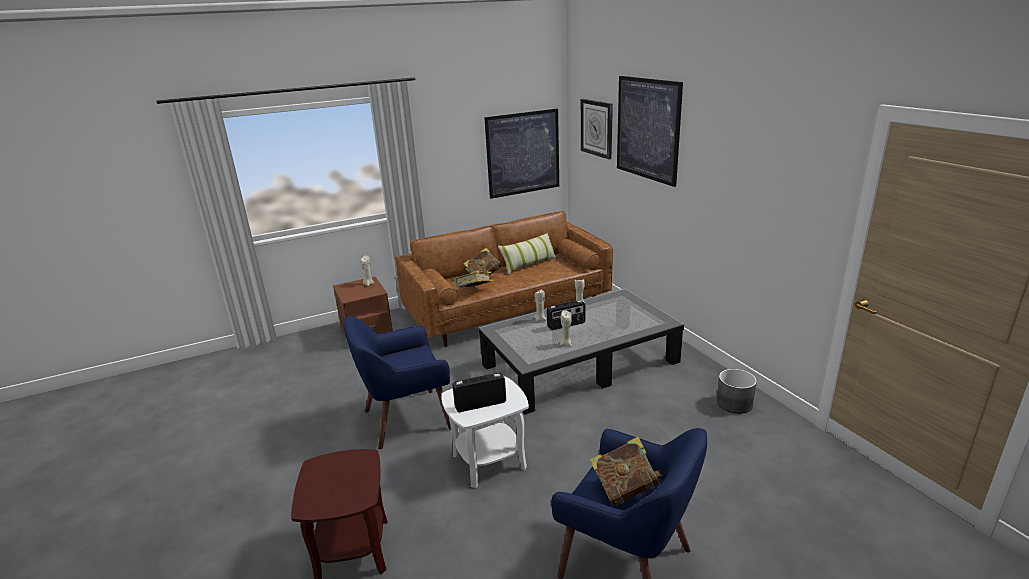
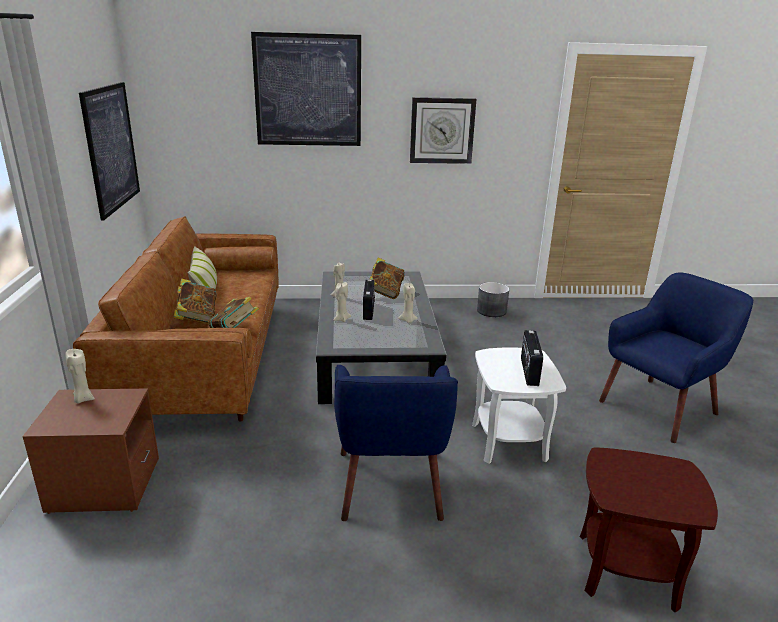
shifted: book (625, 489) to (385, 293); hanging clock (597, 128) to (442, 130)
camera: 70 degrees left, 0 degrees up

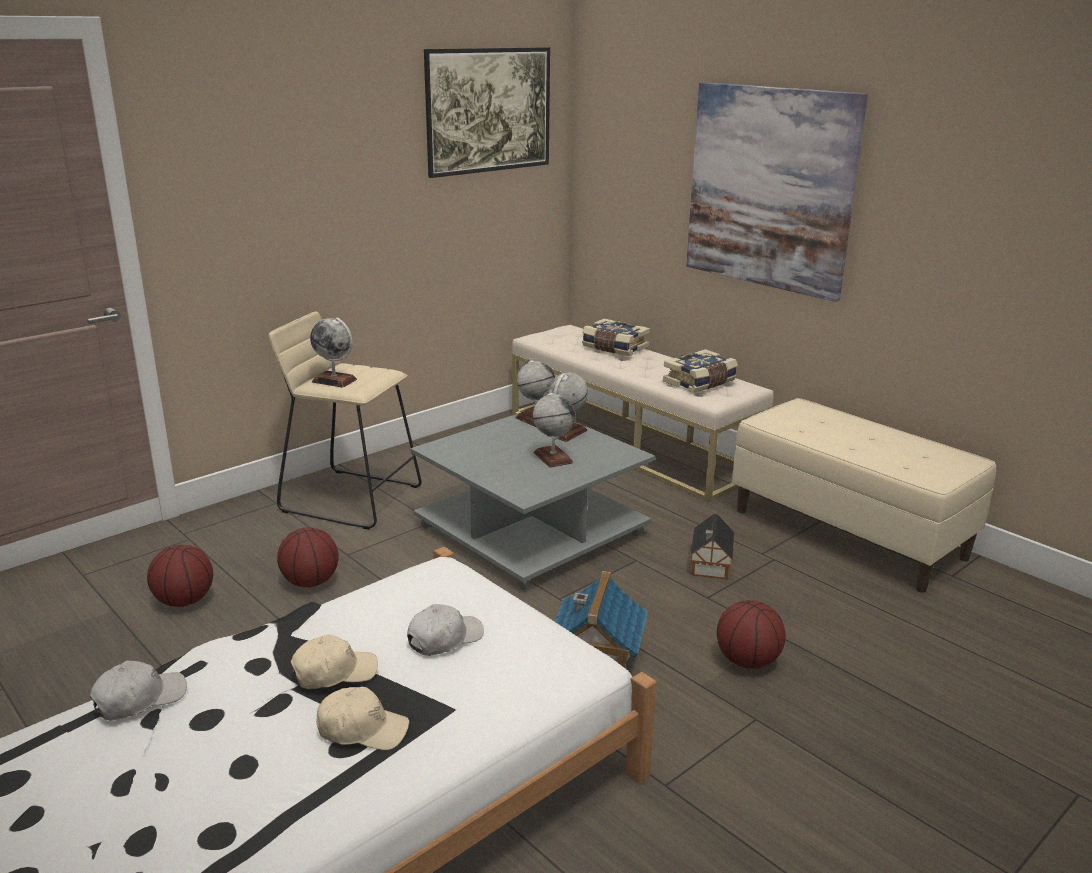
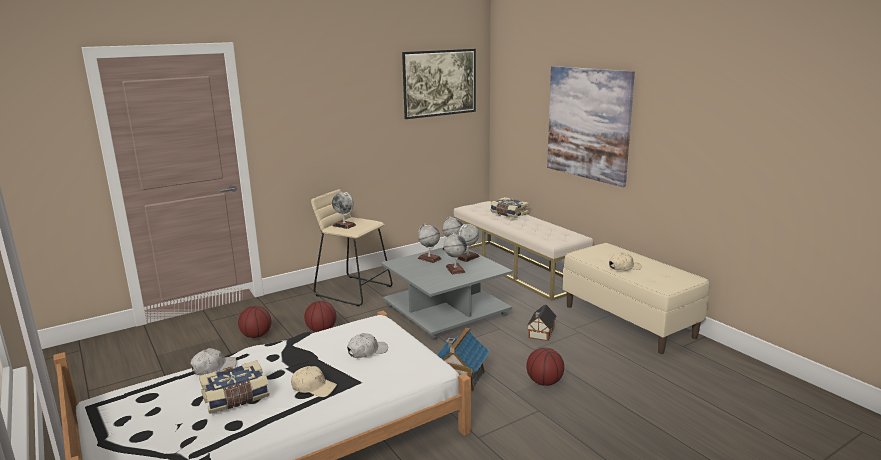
new: globe (429, 258)
shifted: book (700, 382) to (236, 397); peaked cap (beige-coloured) (334, 673) to (624, 267)
camera: 10 degrees right, 5 degrees down

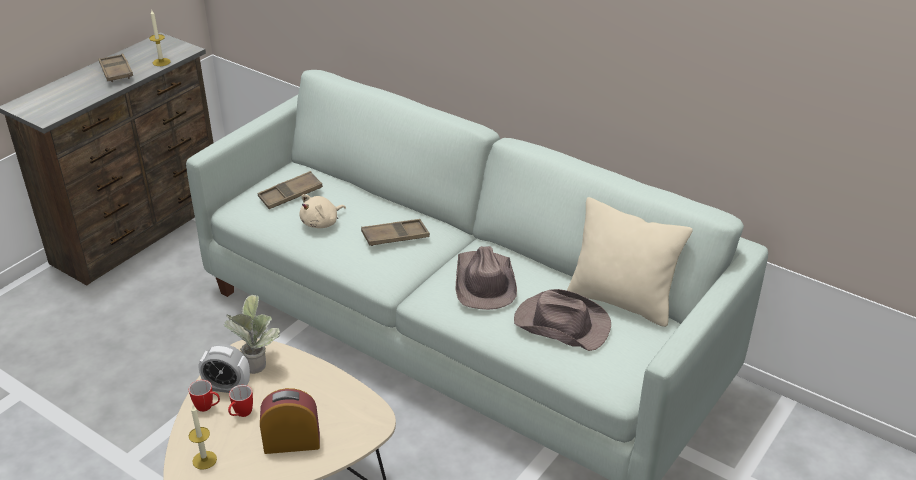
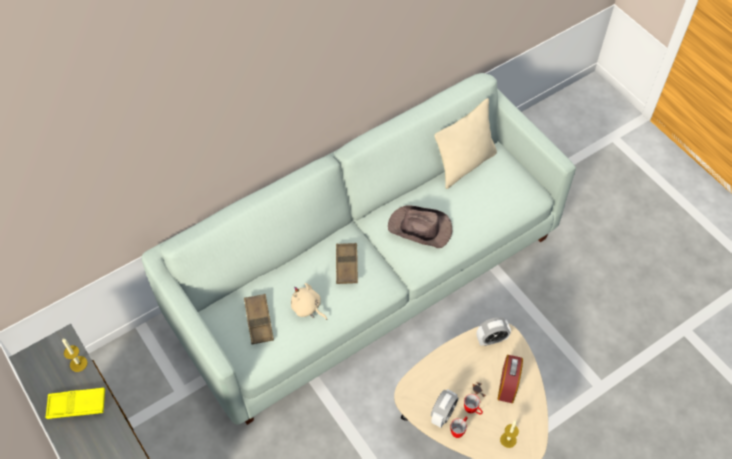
gone: plant in a pot (257, 361); hat (brown) (561, 324)
new: table clock (491, 339)
repainted: tray (brown) (116, 72) to tray (yellowish) (77, 405)
rotated: plush toy (beige-coloured) (322, 223) = (307, 308) 150 degrees clockwise
camera: 70 degrees left, 20 degrees up

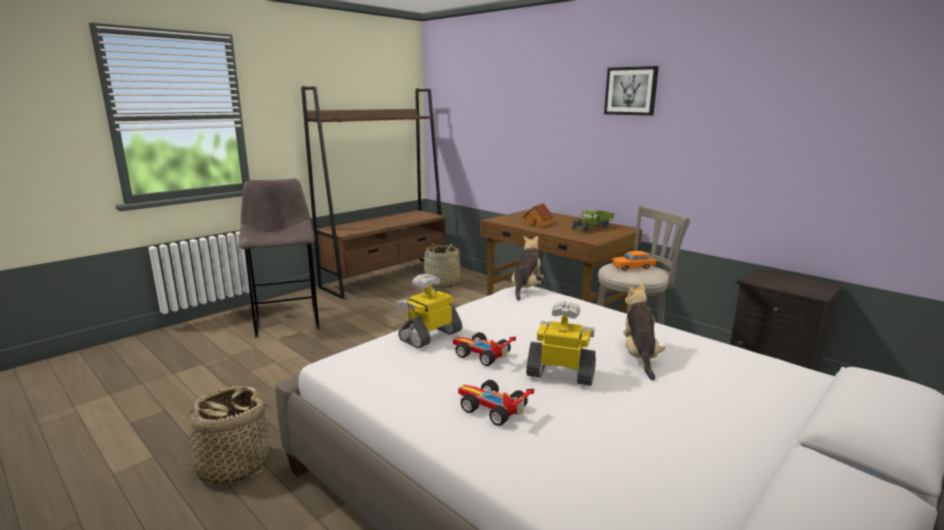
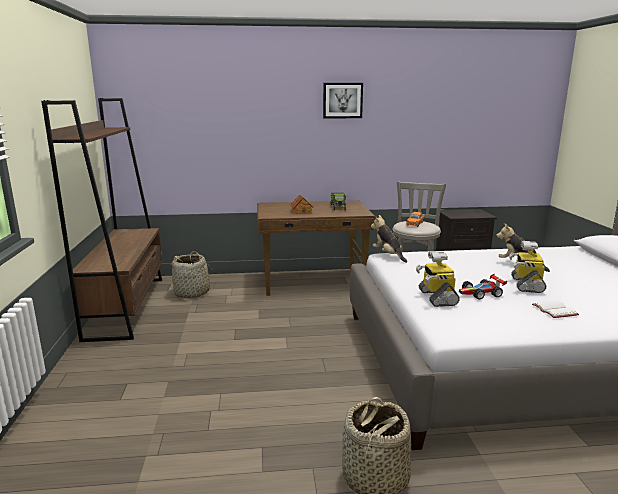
gone: sitting stool (greyish) (287, 321)
swapped: toy car (492, 409) to book (white-coloured) (555, 310)
rotated: toy robot (561, 373) = (526, 284) 45 degrees counterclockwise
camera: 50 degrees left, 0 degrees up

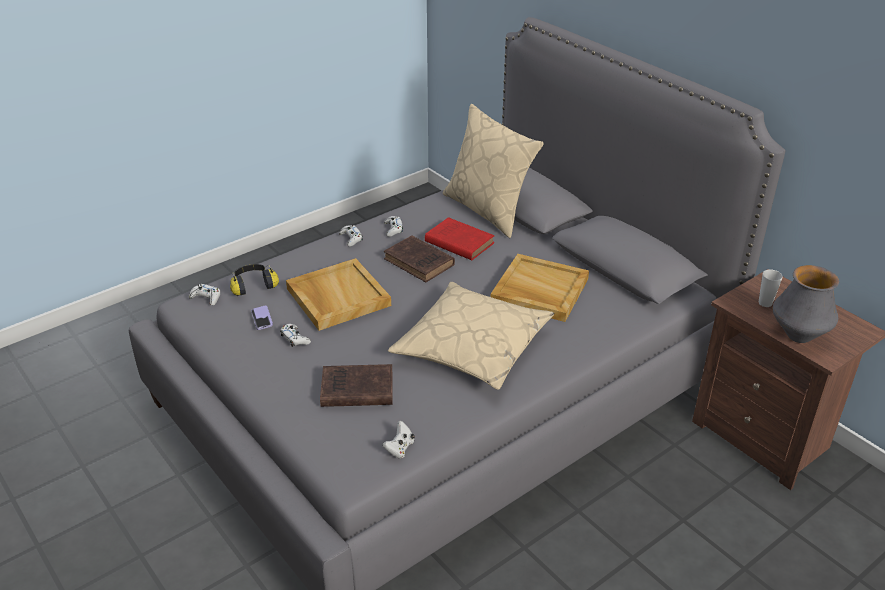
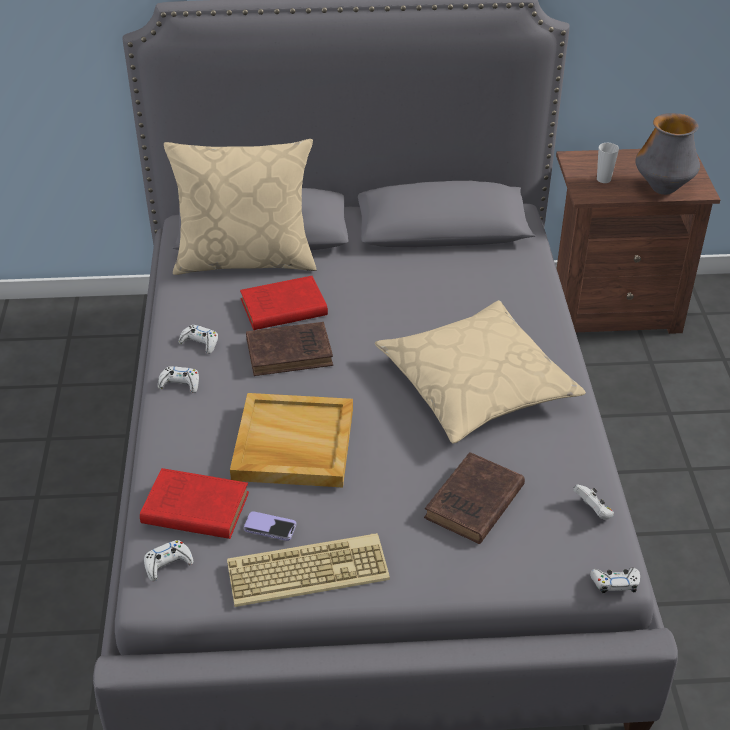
gone: tray (beige-coloured) (539, 291)
new: computer keyboard (309, 569)
shifted: game controller (white-coloured) (295, 339) to (615, 583)
swapped: headphones (253, 286) to book (reddish) (192, 508)
camera: 55 degrees left, 5 degrees up

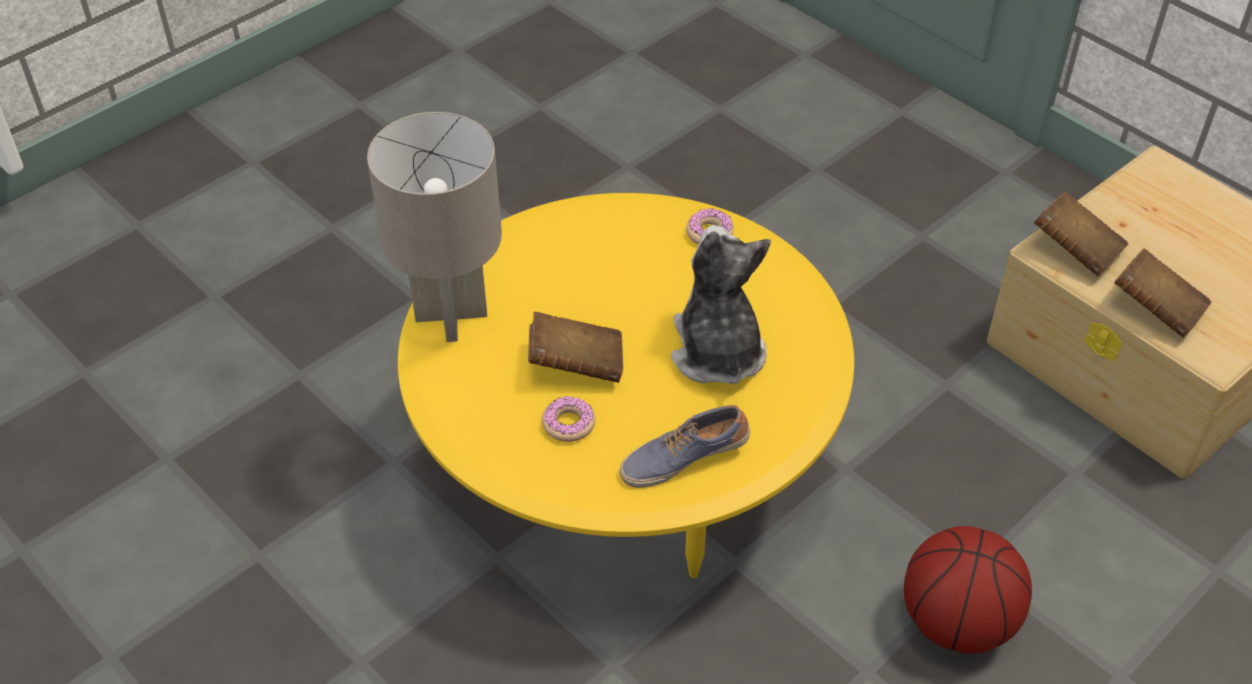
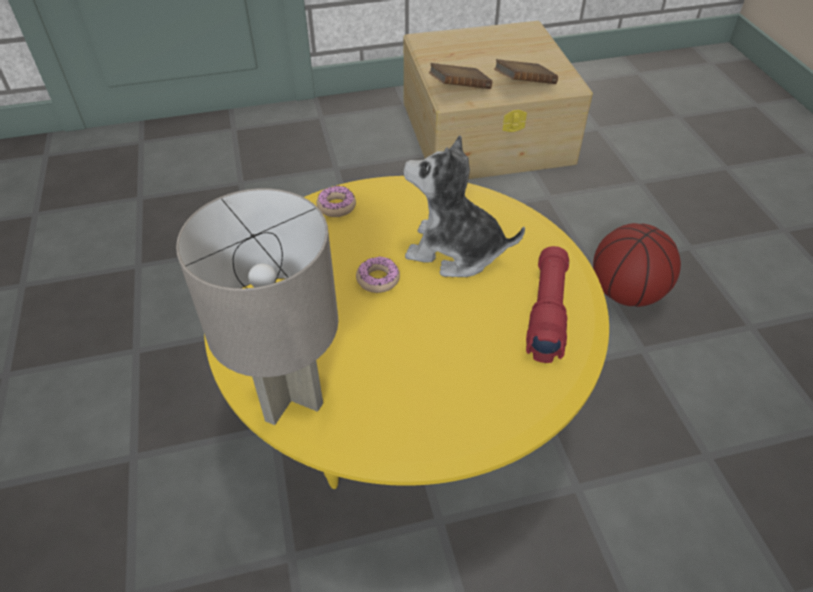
gone: book (brown) (576, 365)
shifted: donut (568, 424) to (378, 279)
swapped: item of footwear (683, 458) to hand torch (reddish) (547, 313)
camera: 60 degrees left, 0 degrees up

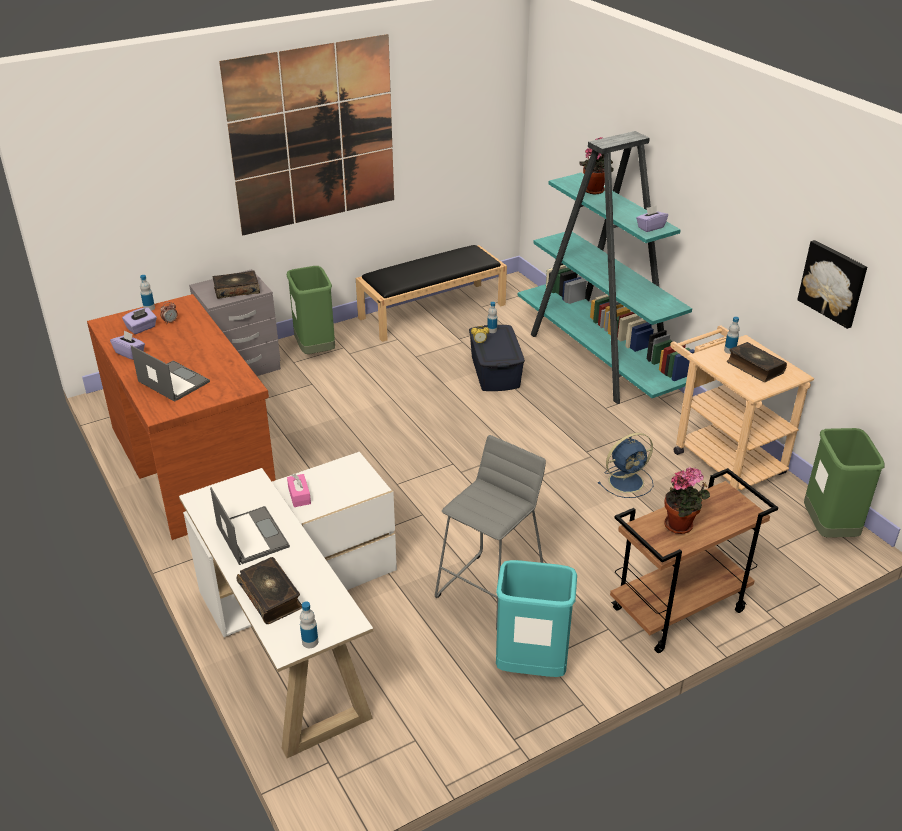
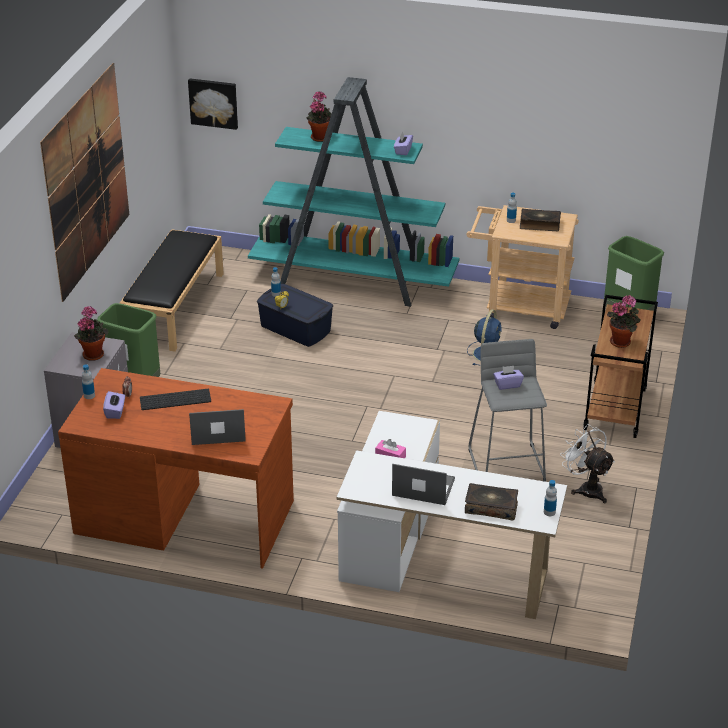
new: computer keyboard (176, 399)
shifted: picture (833, 283) to (214, 102); tissue box (purple-coloured) (130, 353) to (507, 384)
swapped: book (236, 290) to plant in a pot (93, 354); rubbish bin (turquoise) (531, 667) to fan (white-coloured) (586, 488)
camera: 45 degrees left, 0 degrees up

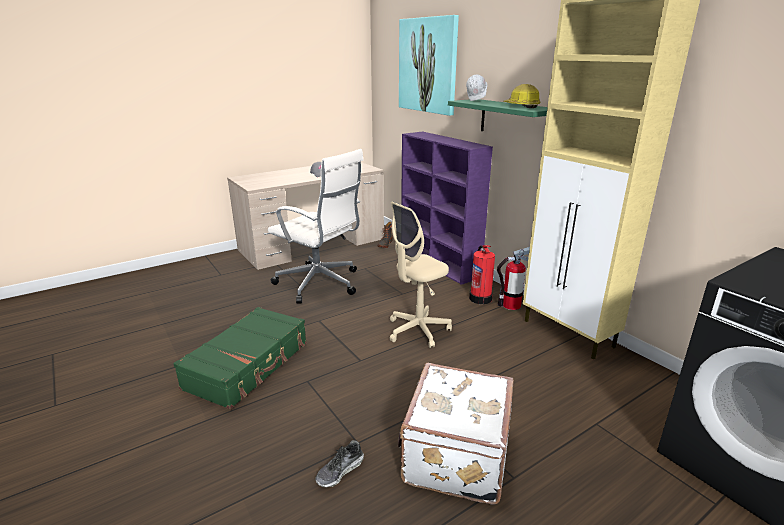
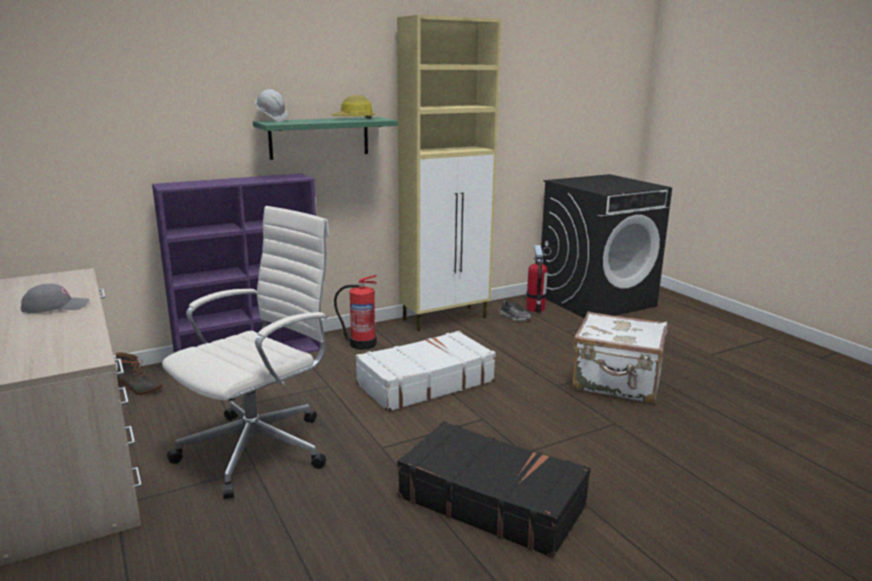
gone: picture (428, 65)
shifted: item of footwear (340, 471) to (515, 317); extinguisher (511, 305) to (535, 308)
swapped: desk chair (beige-coloured) (418, 330) to suitcase (white-coloured) (425, 383)
repainted: suitcase (green) (248, 365) to suitcase (blackish) (491, 501)
camera: 85 degrees left, 5 degrees down

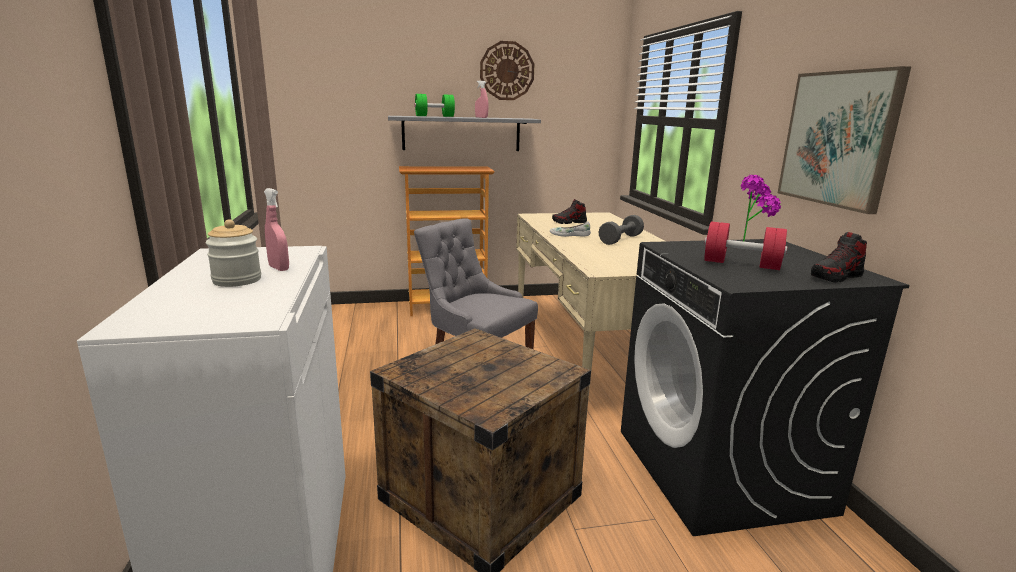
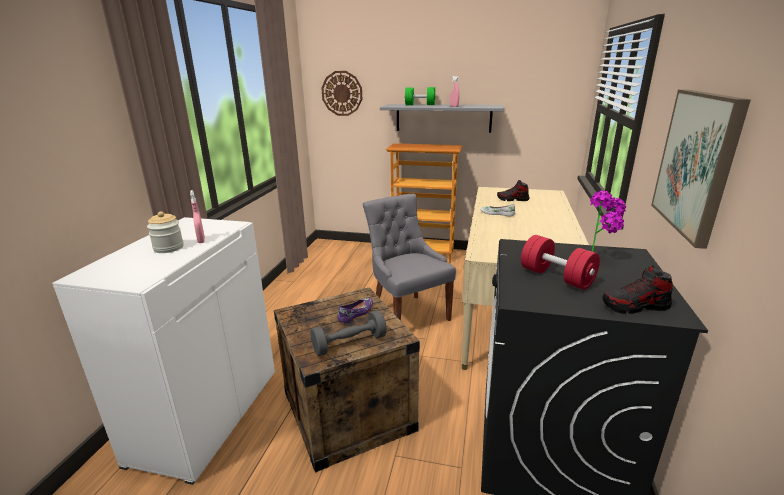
new: item of footwear (purple-coloured) (356, 313)
shifted: hand weight (greyish) (620, 240) to (349, 343); hanging clock (507, 71) to (342, 93)
camera: 25 degrees right, 5 degrees up

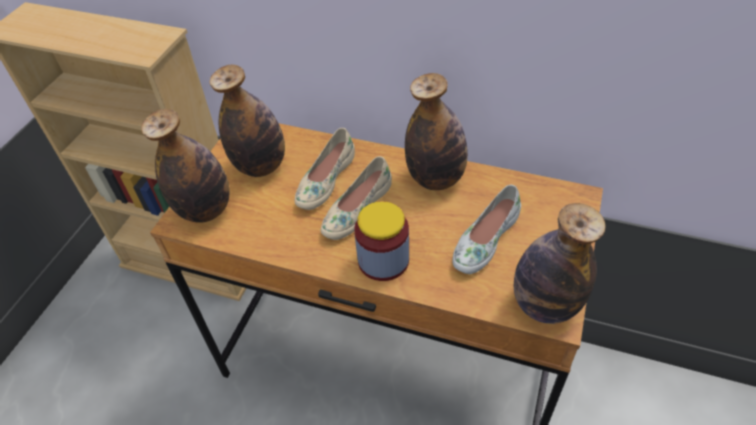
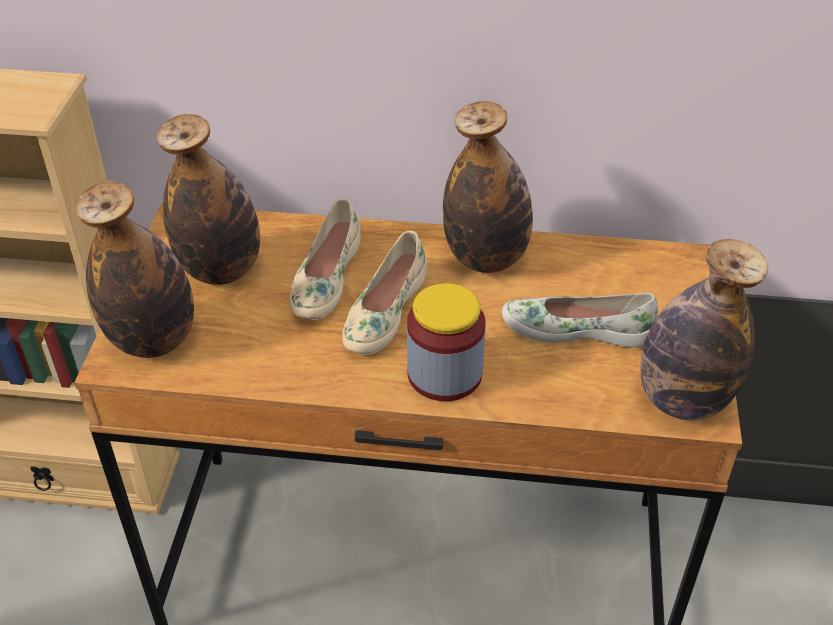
rotated: item of footwear (white-coloured) (484, 239) = (577, 328) 75 degrees clockwise
camera: 15 degrees left, 5 degrees down

